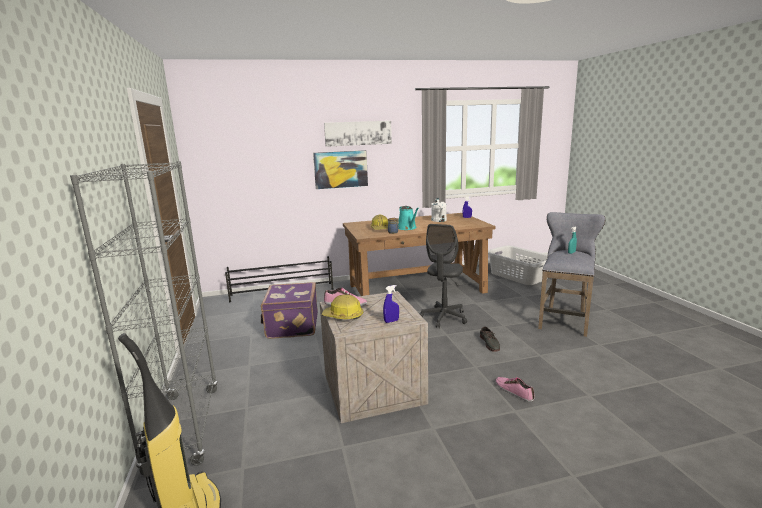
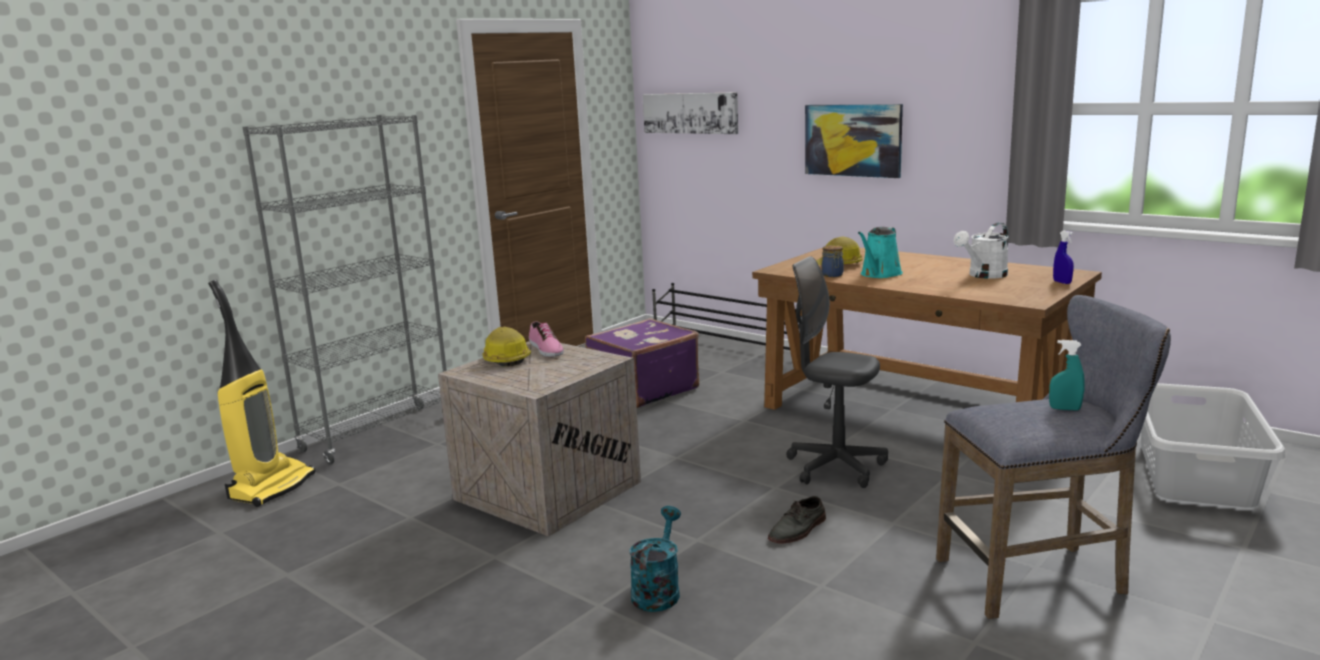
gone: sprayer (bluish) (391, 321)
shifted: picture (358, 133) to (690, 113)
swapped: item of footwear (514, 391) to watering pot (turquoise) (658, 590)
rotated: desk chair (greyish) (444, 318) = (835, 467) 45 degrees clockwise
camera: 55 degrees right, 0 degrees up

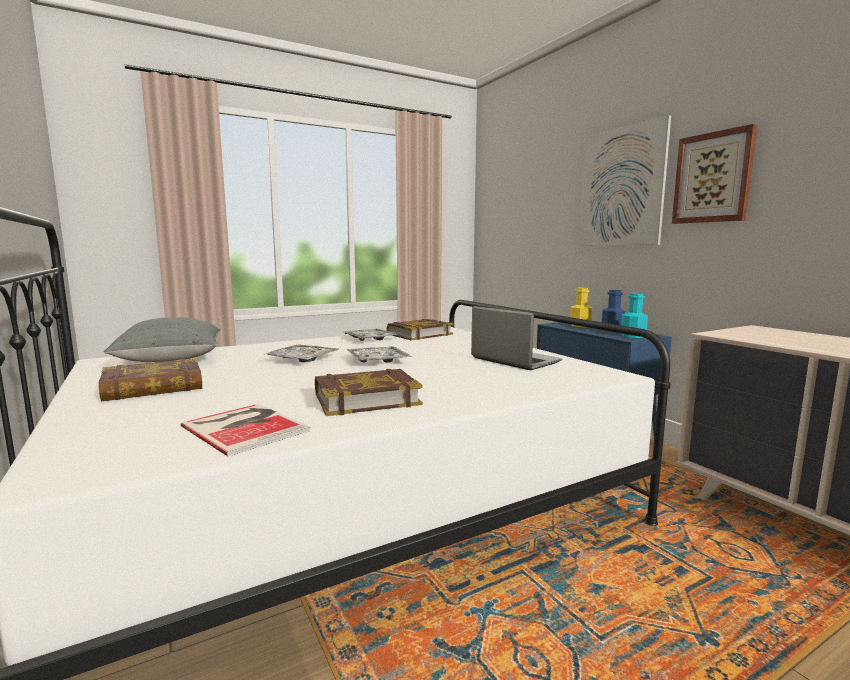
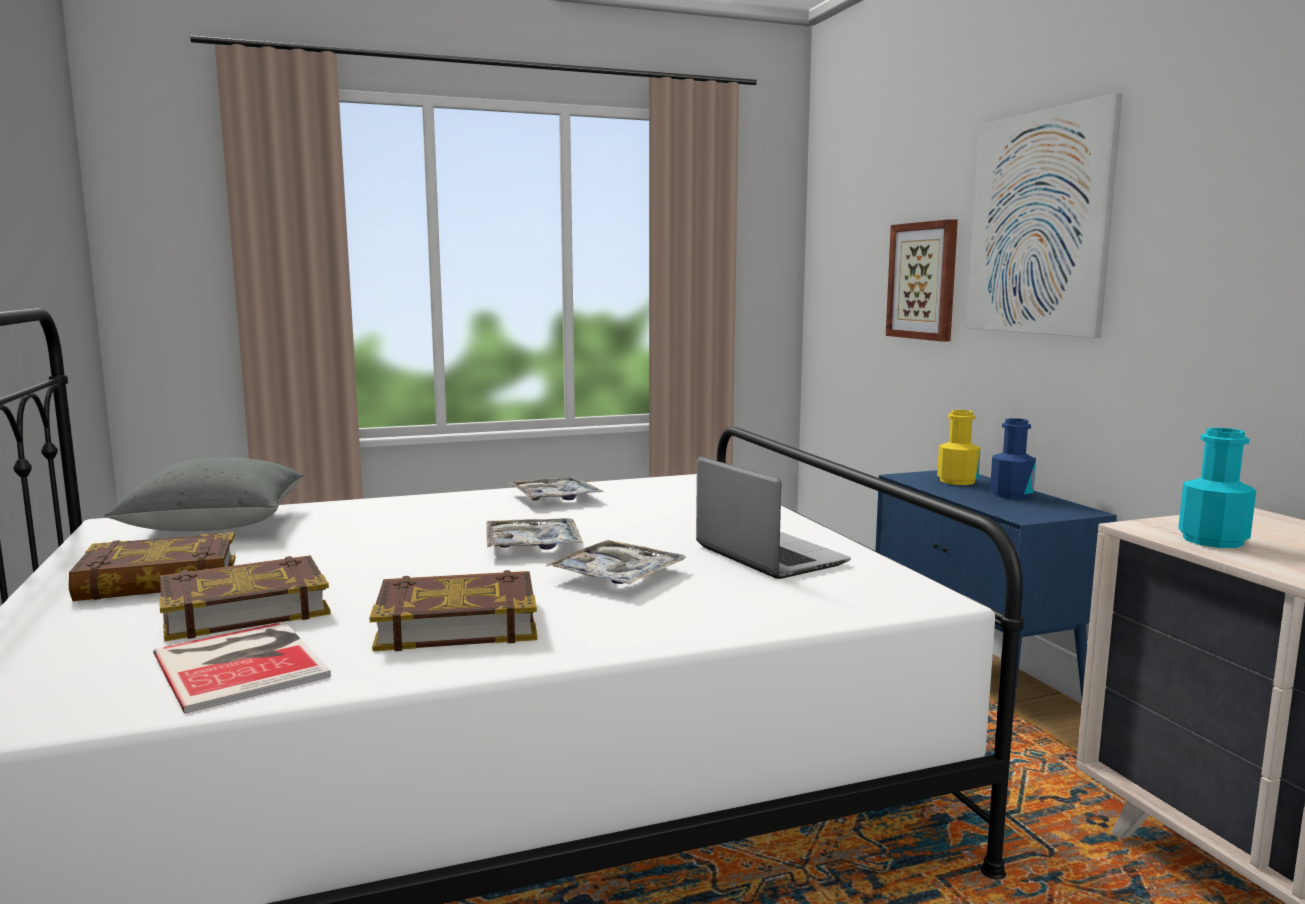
shifted: book (419, 334) to (244, 608); tray (303, 359) to (617, 576); picture (713, 178) to (923, 281); beverage bottle (turquoise) (633, 336) to (1212, 540)
camera: 10 degrees right, 0 degrees up

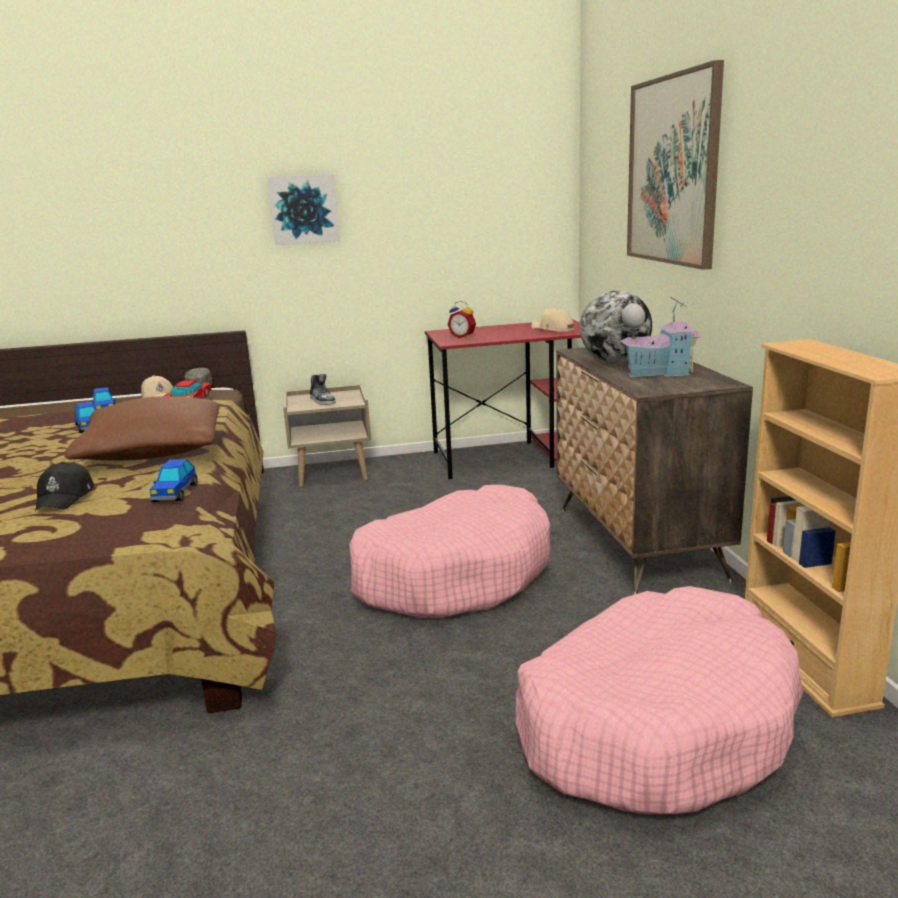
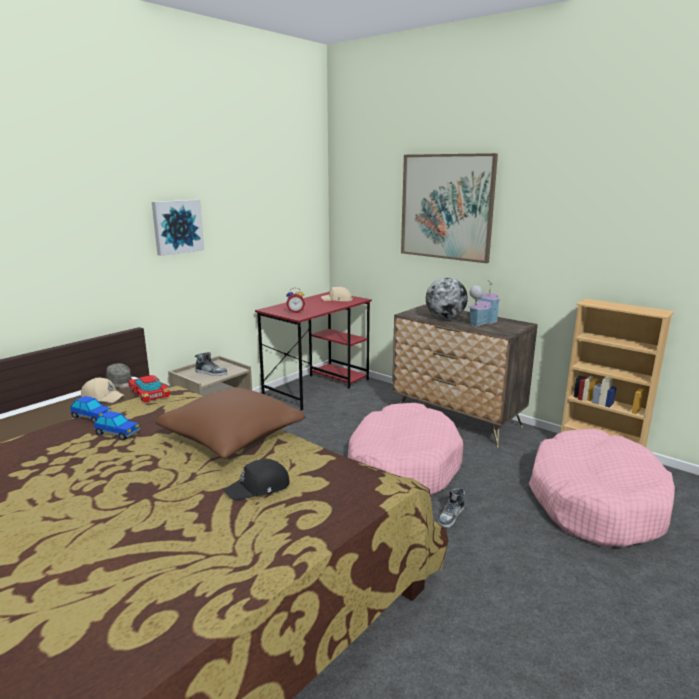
gone: toy car (175, 493)
new: item of footwear (451, 516)
rotated: peaked cap (blackish) (66, 497) = (259, 488) 105 degrees clockwise
camera: 40 degrees left, 0 degrees up

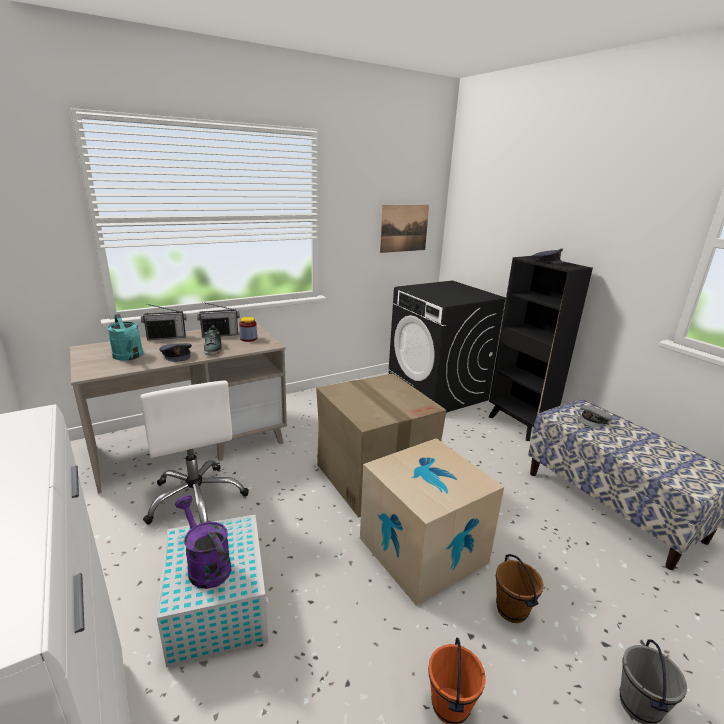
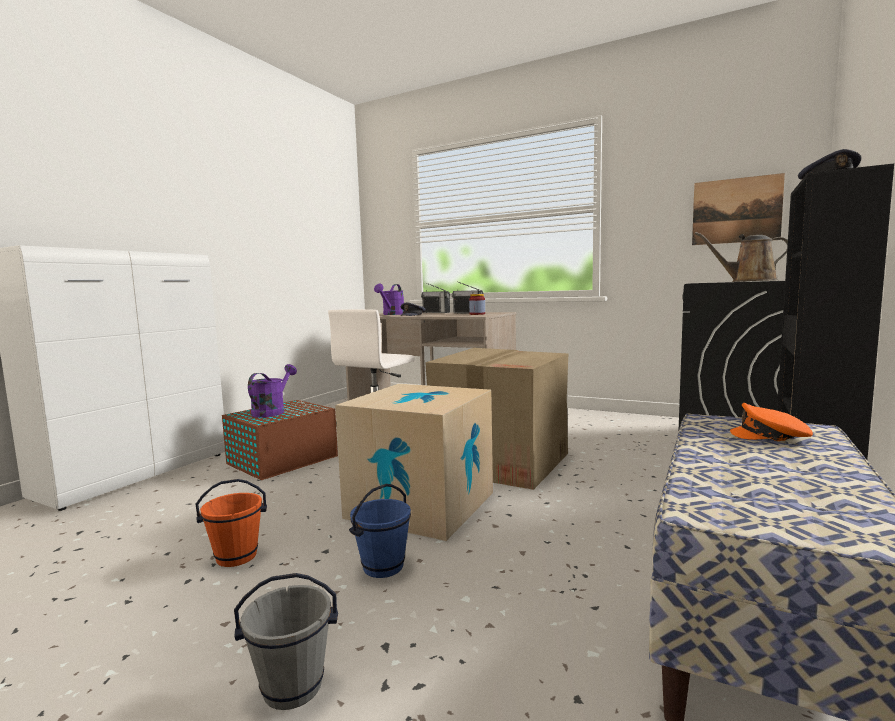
gone: item of footwear (213, 348)
new: watering pot (brown) (748, 281)
repainted: storage container (white-coloured) (218, 604) to storage container (brown) (284, 460); pail (brown) (512, 610) to pail (bluish) (383, 567); watering pot (turquoise) (129, 357) to watering pot (purple-coloured) (392, 314); peaked cap (greyish) (593, 420) to peaked cap (orangey) (772, 436)
camera: 60 degrees right, 15 degrees down

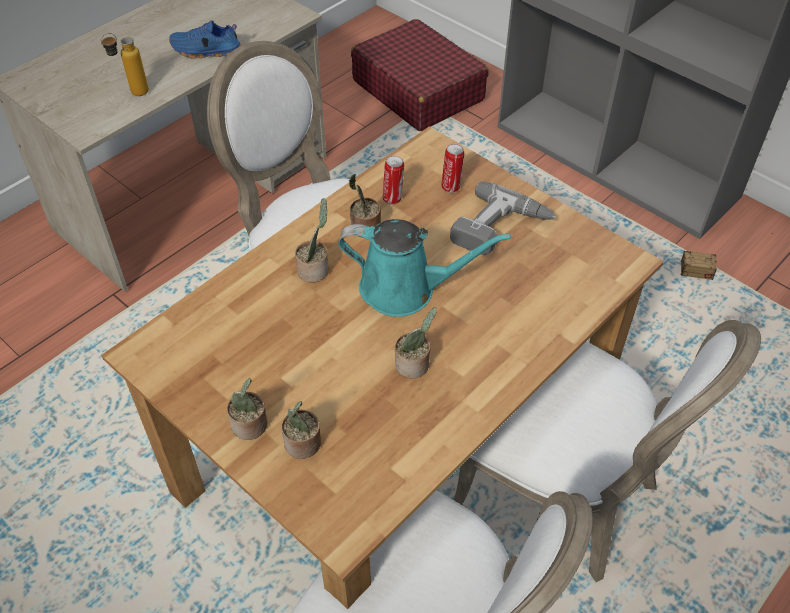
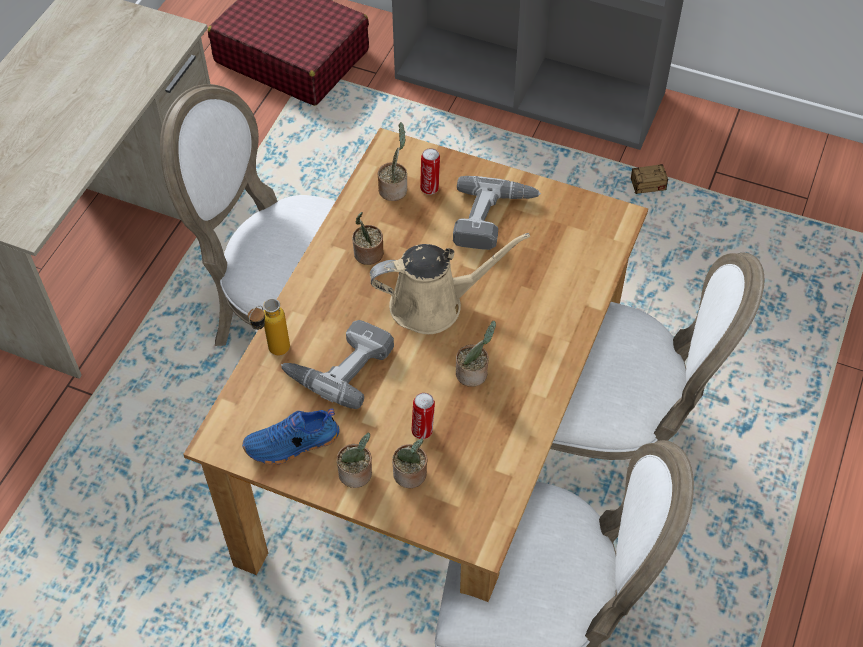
new: drill (339, 365)
shifted: item of footwear (bluish) (206, 51) to (292, 445); beverage bottle (132, 94) to (273, 353); plant in a pot (315, 270) to (394, 188); metal can (393, 198) to (423, 430)
repainted: watering pot (turquoise) (405, 289) to watering pot (beige-coloured) (434, 304)
camera: 20 degrees left, 5 degrees up

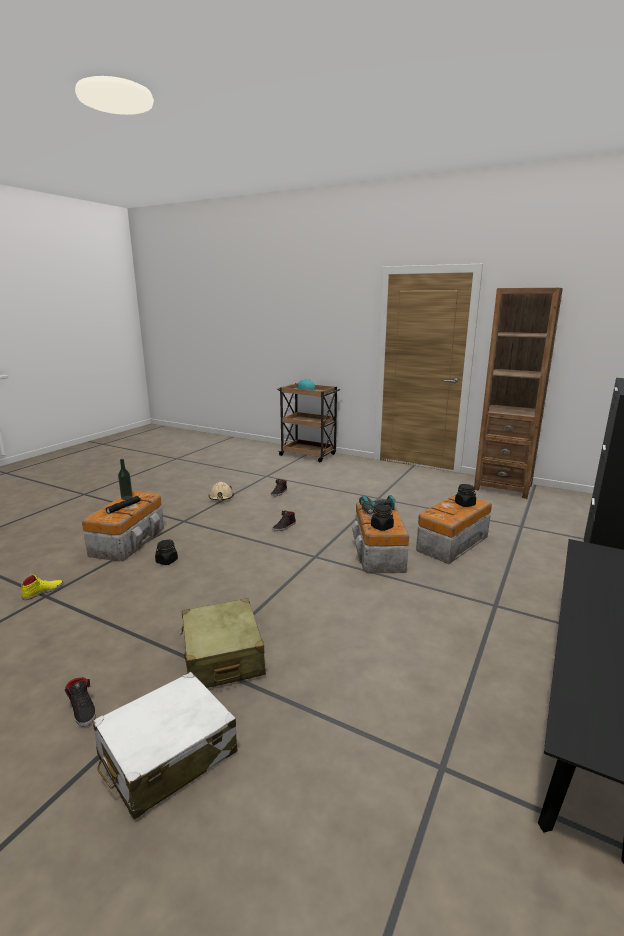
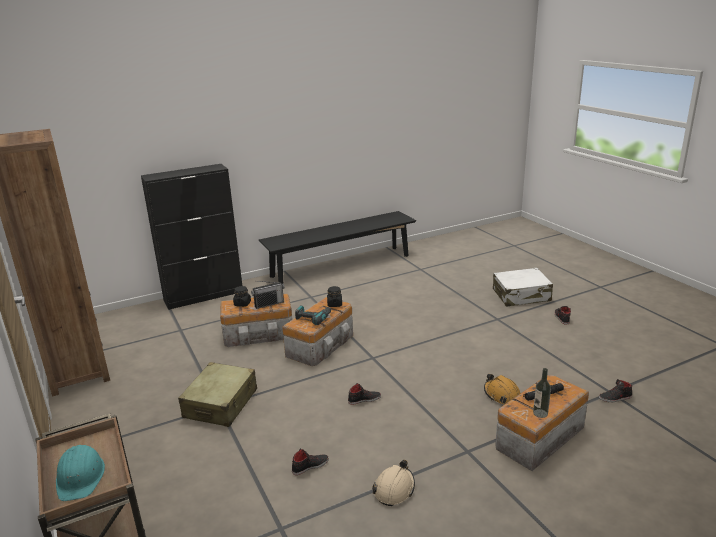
new: radio (269, 304)
shifted: suitcase (beige-coloured) (222, 656) to (221, 404)
swapped: preserve jar (blackish) (166, 561) to work helmet (orangey) (501, 395)
repainted: item of footwear (yellowish) (43, 591) to item of footwear (blackish) (615, 398)
camera: 145 degrees left, 5 degrees up

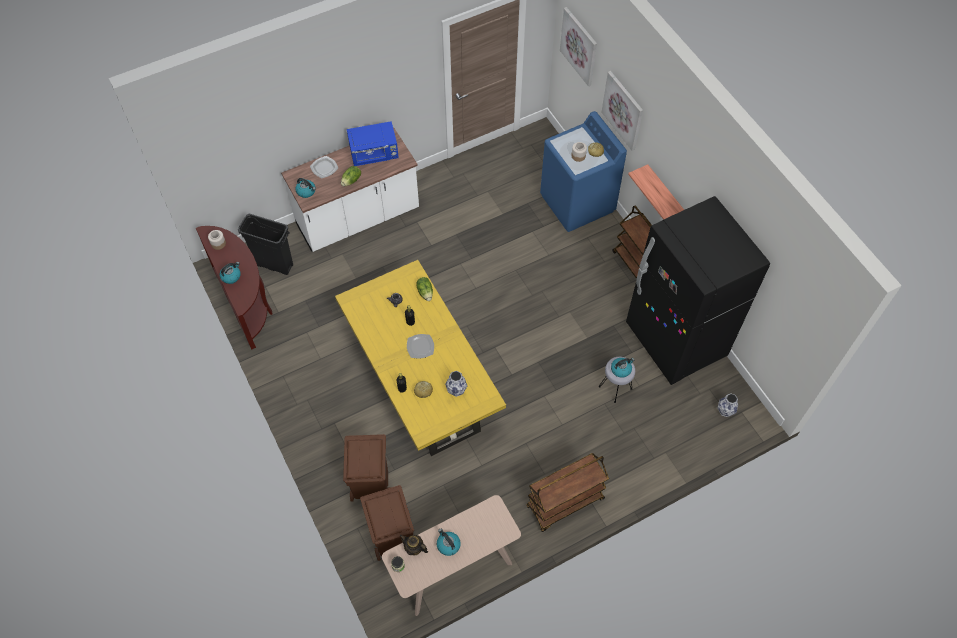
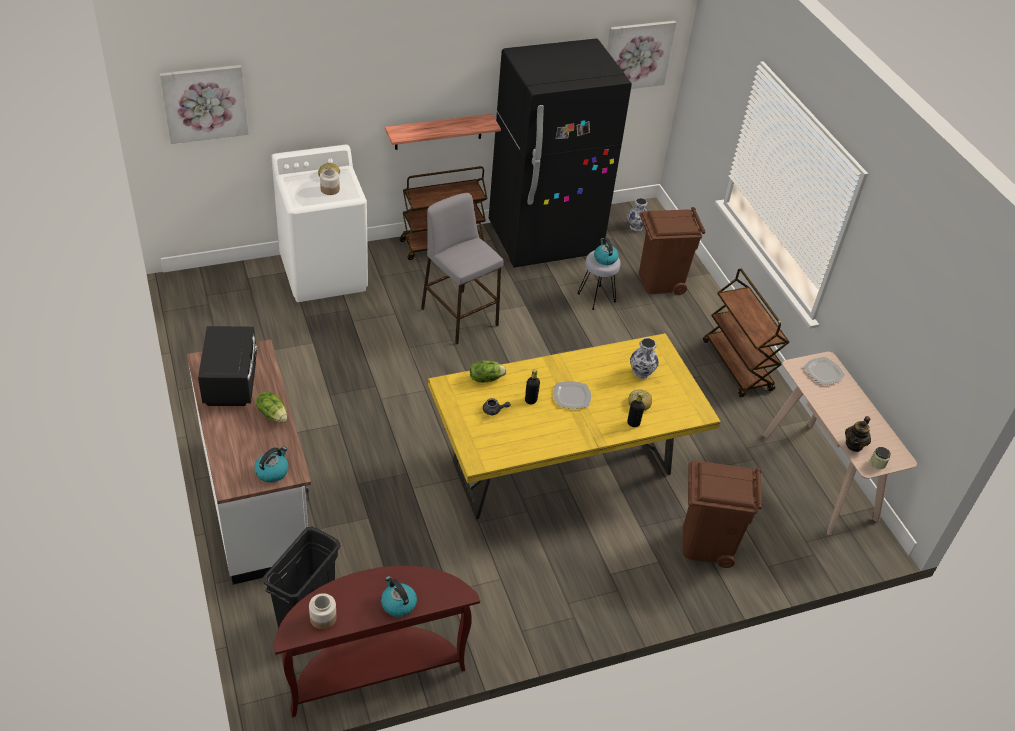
gone: tea kettle (448, 545)
new: sitting stool (greyish) (459, 316)
shifted: picture (623, 110) to (636, 55); rubbish bin (brown) (392, 538) to (660, 281); plate (324, 168) to (823, 372)
repainted: microwave oven (bluish) (374, 154) to microwave oven (blackish) (232, 381); washing machine (bluish) (577, 203) to washing machine (white-coloured) (324, 273)
camera: 85 degrees left, 15 degrees down

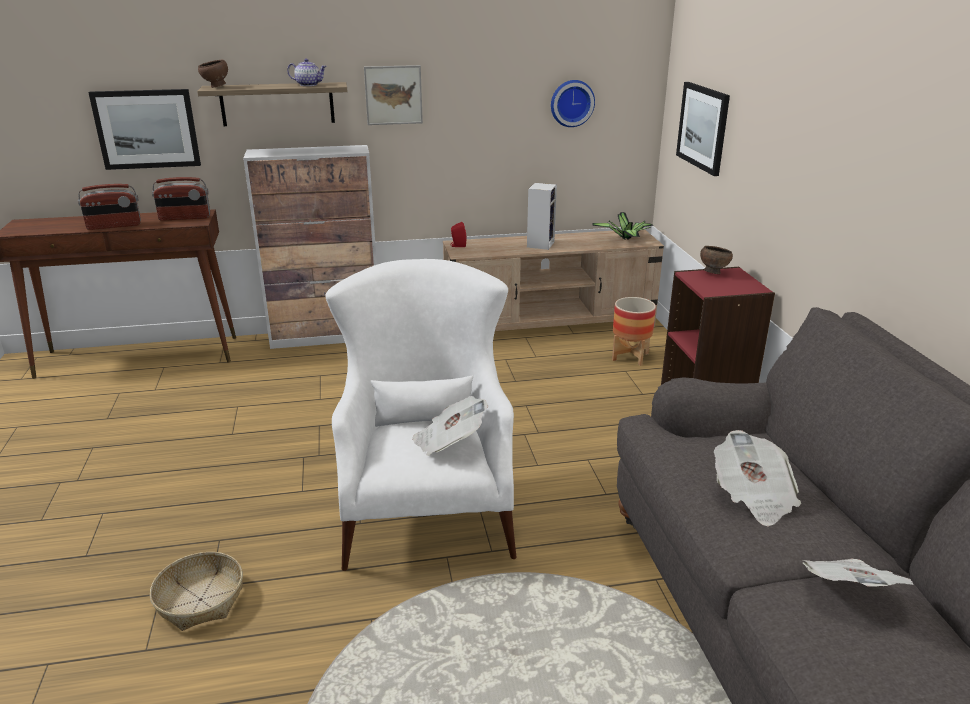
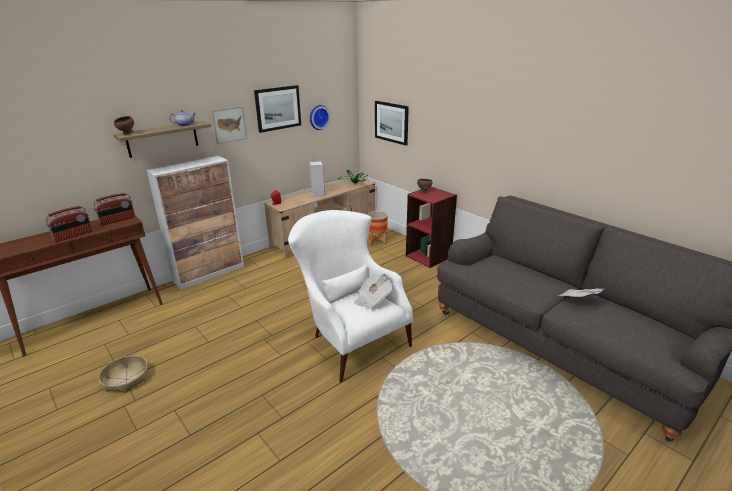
gone: printed paper (753, 497)
shifted: household basket (201, 599) to (126, 379); picture (147, 129) to (278, 108)
camera: 30 degrees left, 0 degrees up

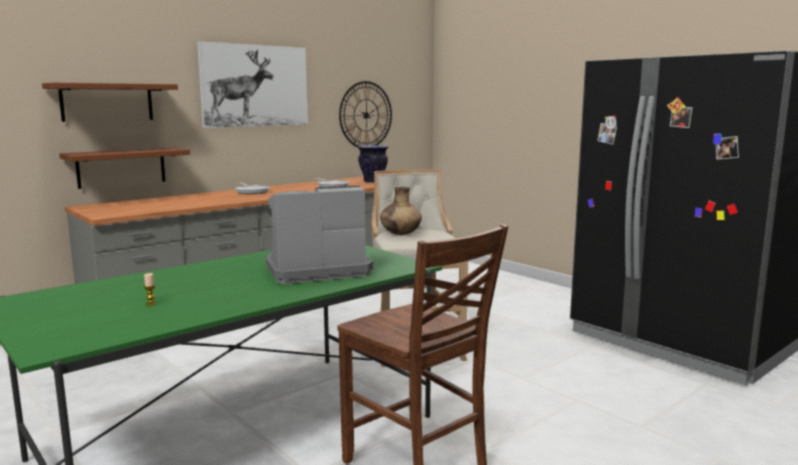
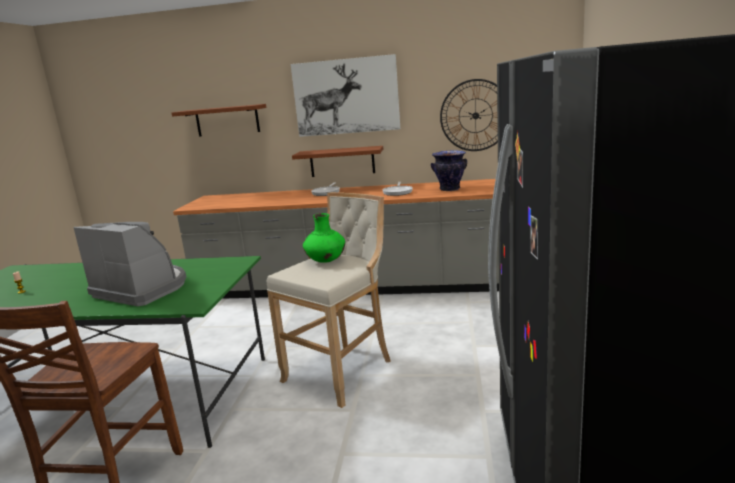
shifted: wall shelf (brown) (121, 167) to (342, 161)
repainted: vase (brown) (400, 234) to vase (green) (325, 261)
camera: 50 degrees right, 5 degrees up

